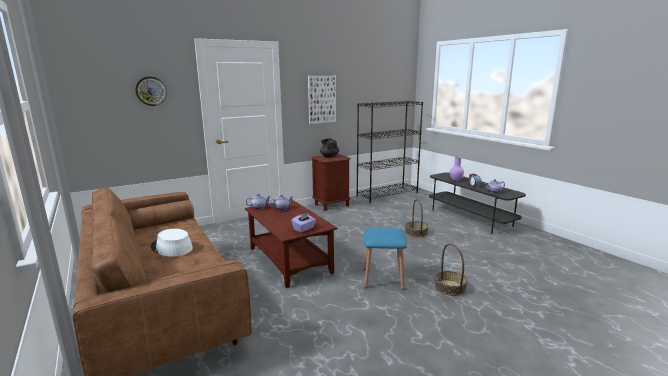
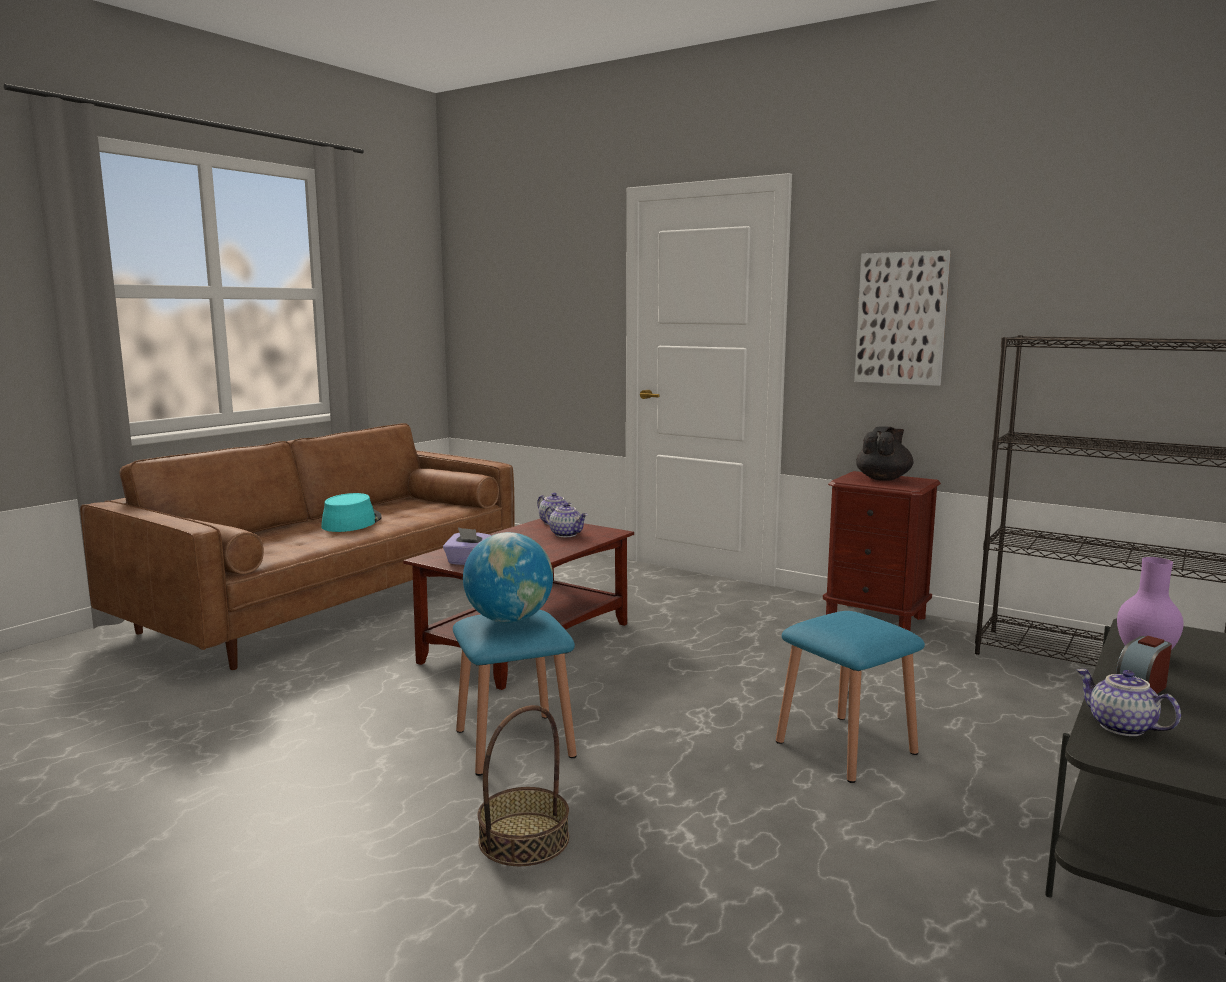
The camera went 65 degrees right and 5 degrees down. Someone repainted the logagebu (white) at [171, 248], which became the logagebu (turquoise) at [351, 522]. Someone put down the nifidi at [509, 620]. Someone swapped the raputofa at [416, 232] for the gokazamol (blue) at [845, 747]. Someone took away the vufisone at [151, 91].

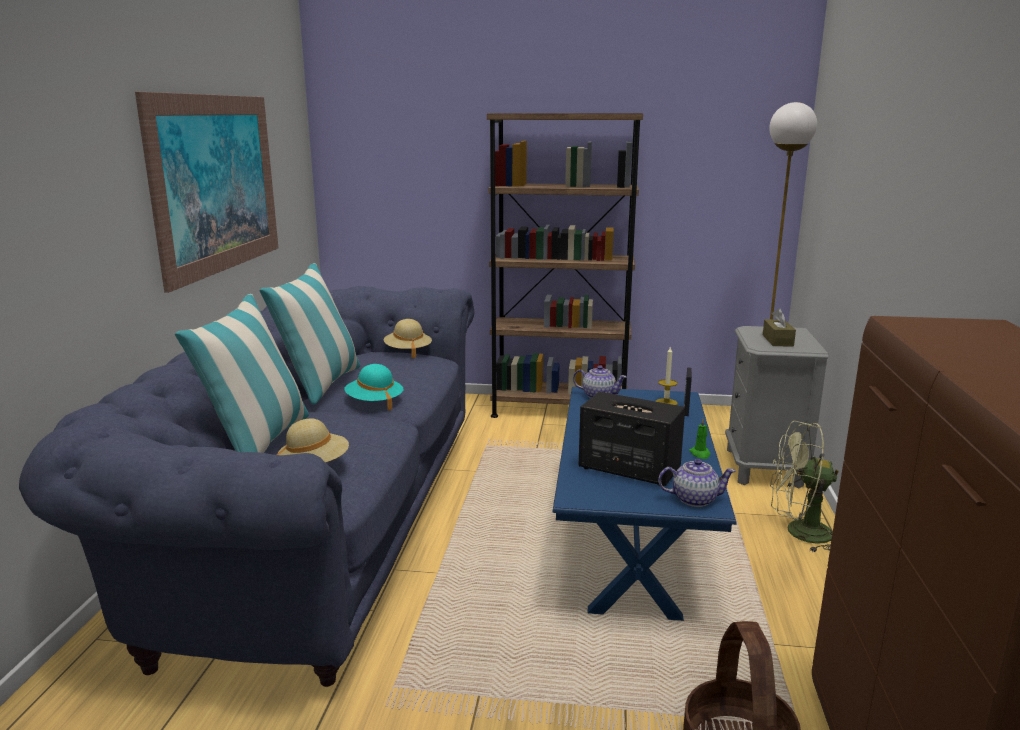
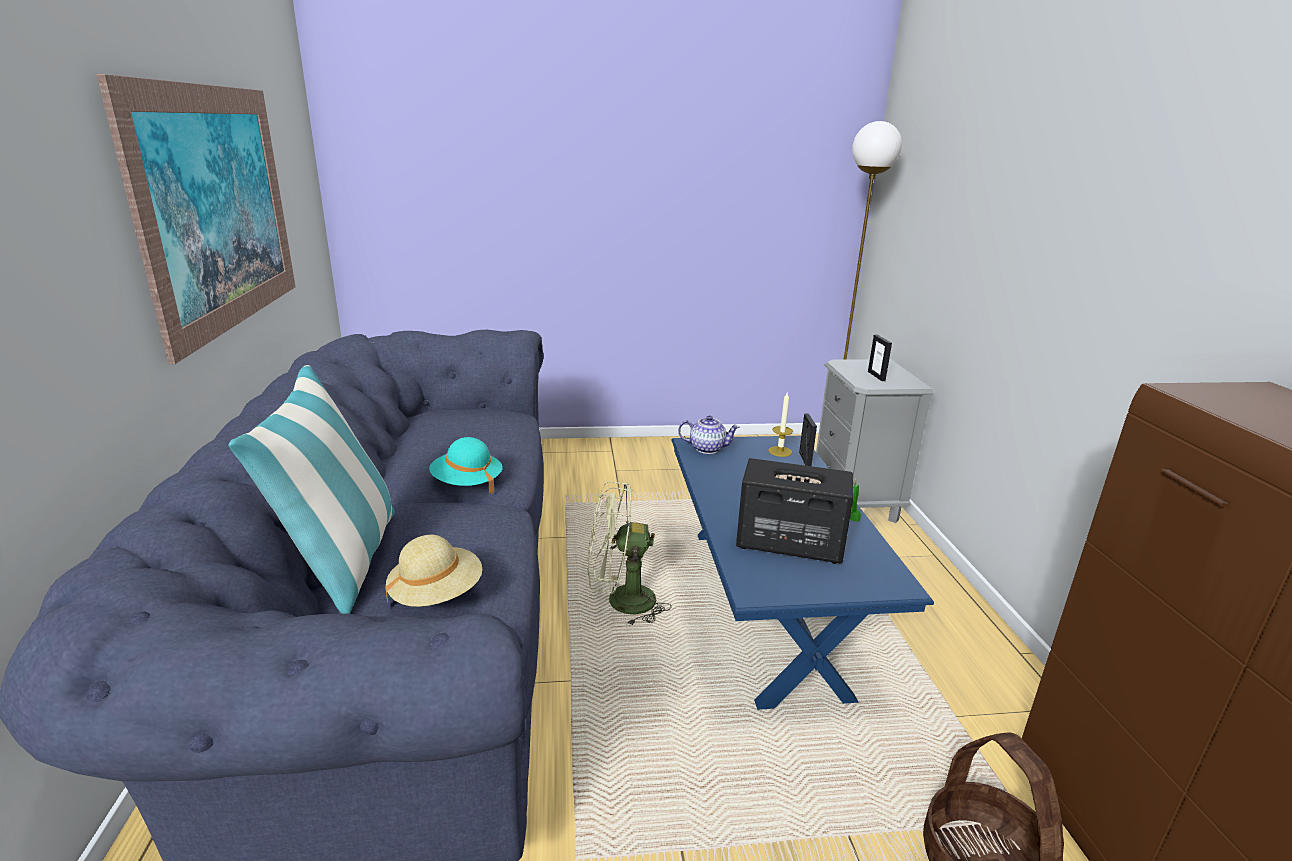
The camera went 15 degrees left and 5 degrees up. Someone carried the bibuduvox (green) from [799, 533] to [620, 602]. Someone swapped the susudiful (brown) at [777, 340] for the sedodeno at [876, 376]. Someone took away the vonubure at [321, 385]. Someone took away the logagebu (beige) at [408, 351]. Someone took away the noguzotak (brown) at [559, 409]. Someone took away the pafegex at [694, 499].

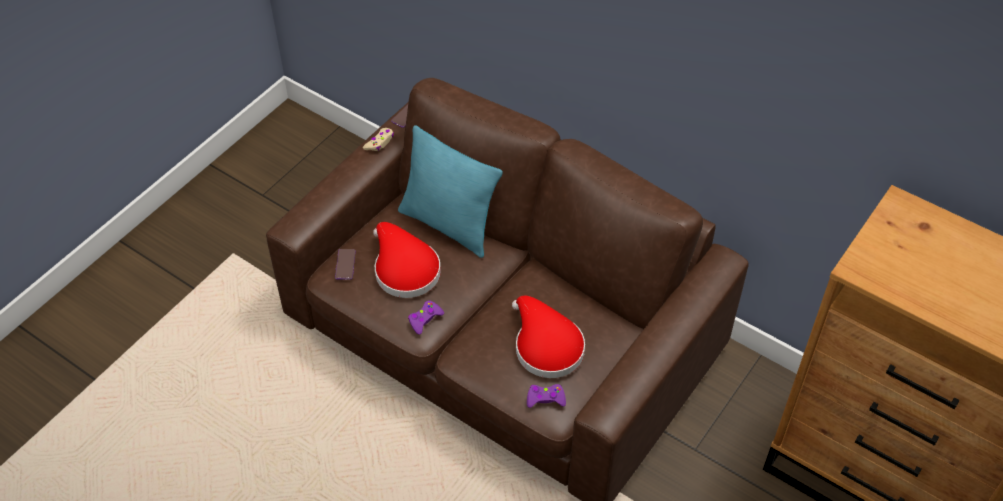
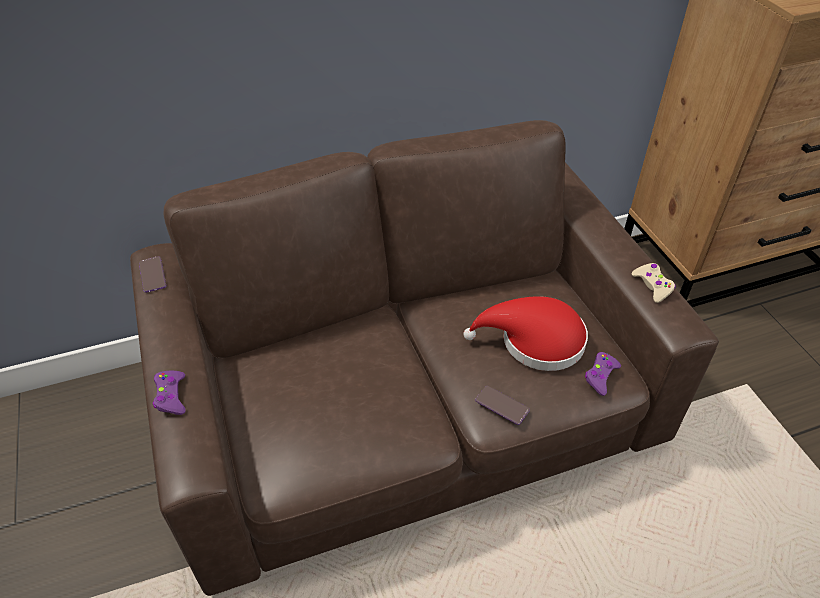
The camera went 55 degrees left and 5 degrees down. Someone carried the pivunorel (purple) from [425, 319] to [171, 396]. Someone carried the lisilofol from [345, 264] to [502, 405]. Someone carried the pivunorel (beige) from [380, 142] to [652, 286]. Someone took away the logagebu (red) at [404, 269]. Someone took away the vonubure (turquoise) at [448, 225].

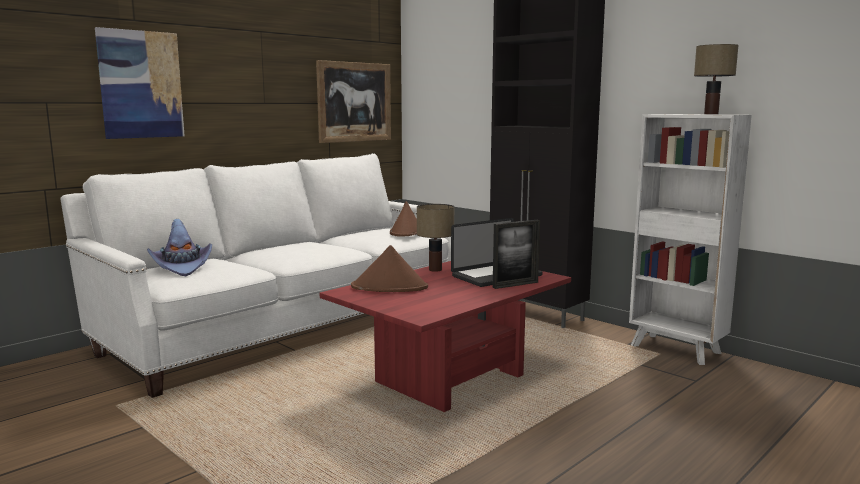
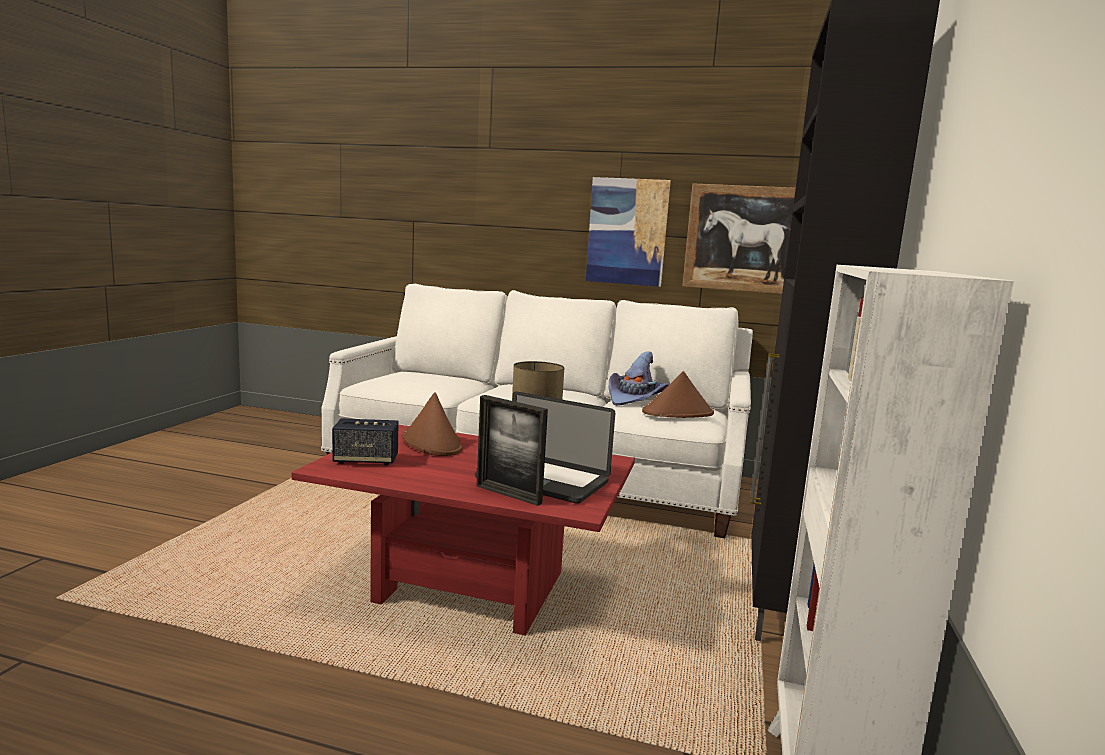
The camera went 60 degrees right and 0 degrees up. Someone put down the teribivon at [366, 460]. Someone carried the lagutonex from [141, 84] to [627, 232]. Someone carried the logagebu (purple) from [182, 267] to [635, 399]. Someone took away the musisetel at [711, 114].

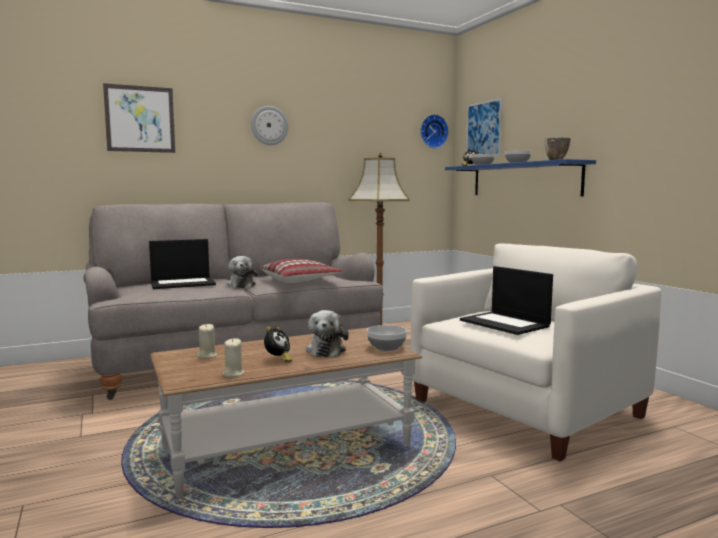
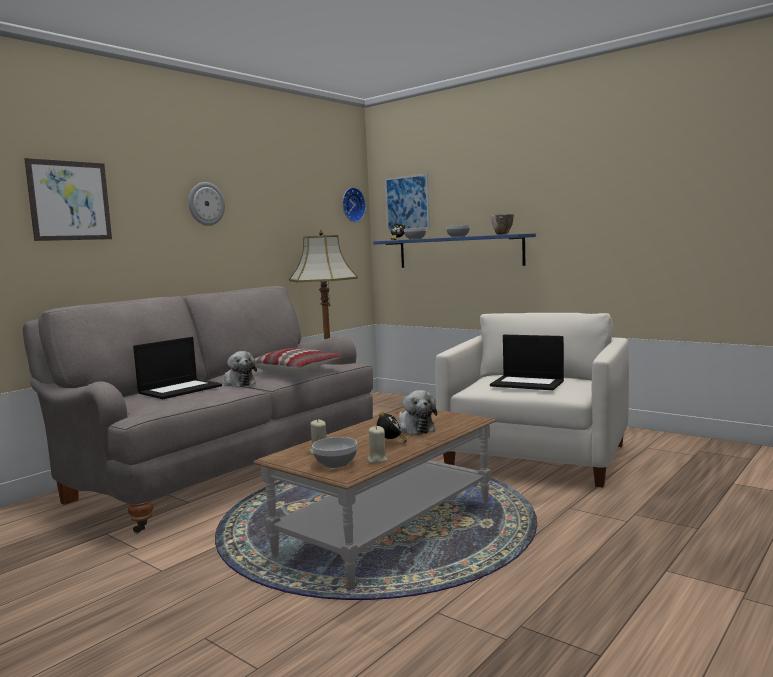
The camera went 25 degrees left and 0 degrees up. Someone carried the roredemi from [386, 348] to [335, 463].

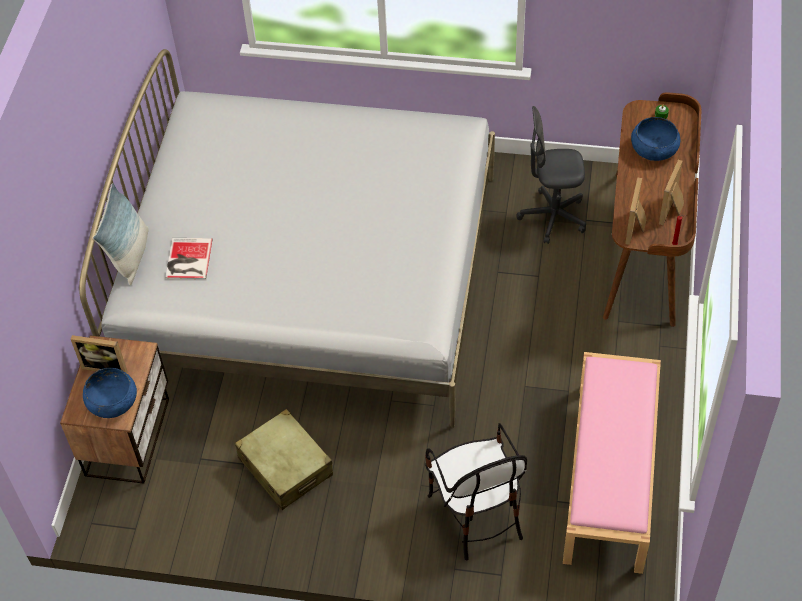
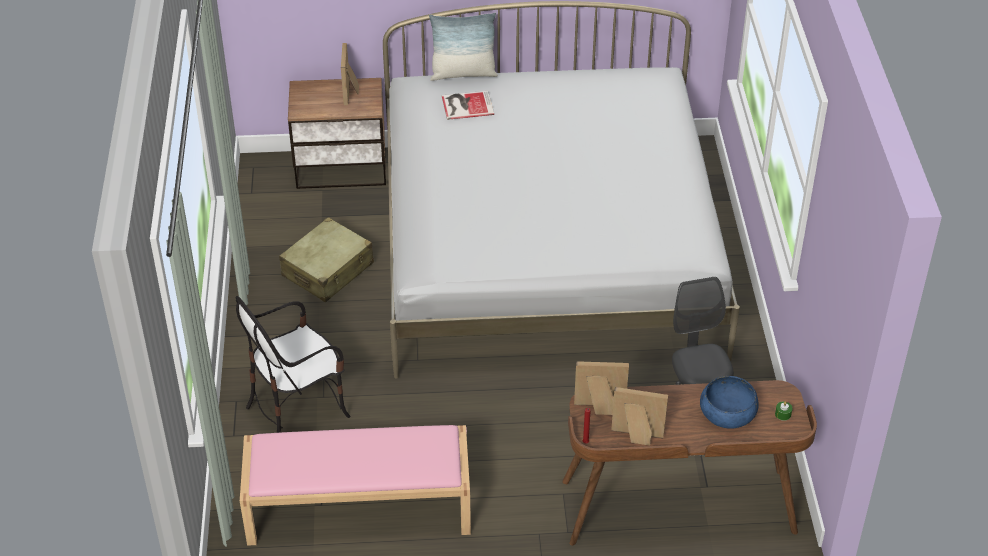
The camera went 75 degrees right and 10 degrees down. Someone took away the roredemi (blue) at [112, 400].

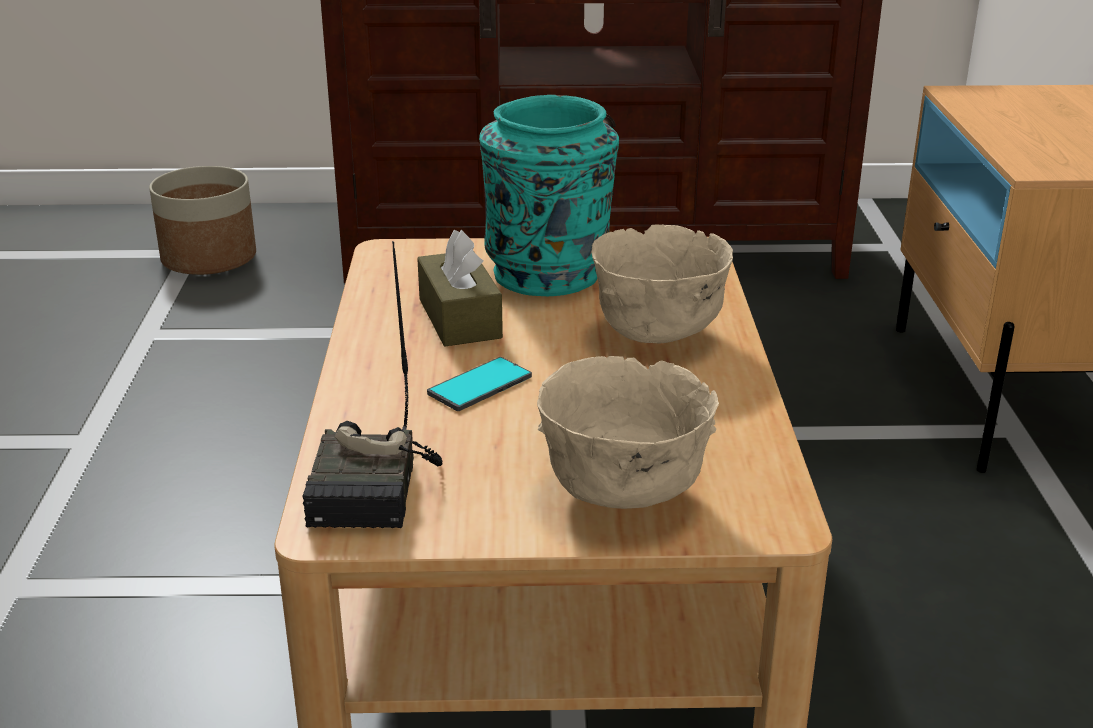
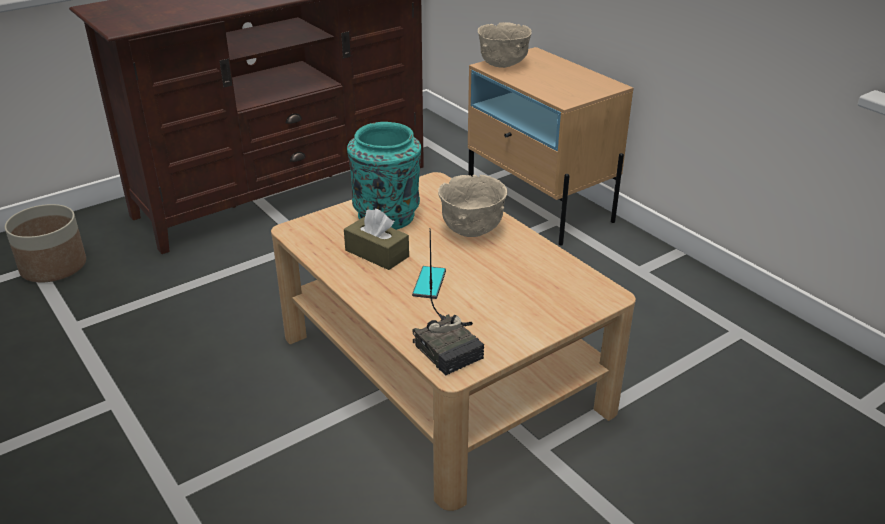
The camera went 35 degrees left and 5 degrees up. Someone carried the roredemi (beige) from [623, 494] to [503, 65].

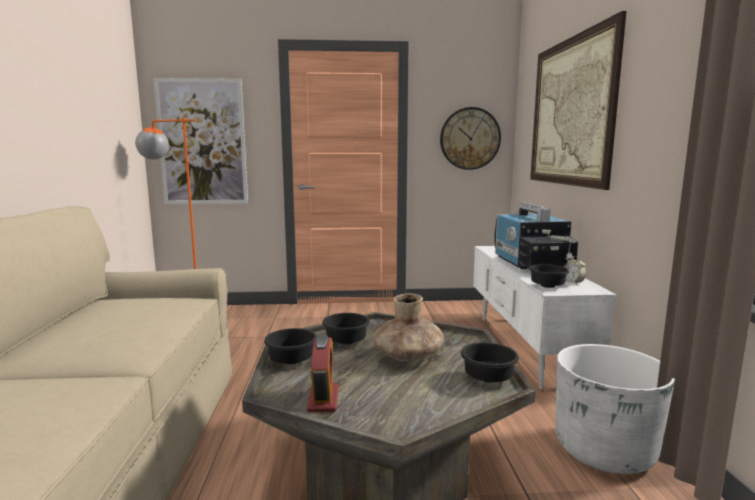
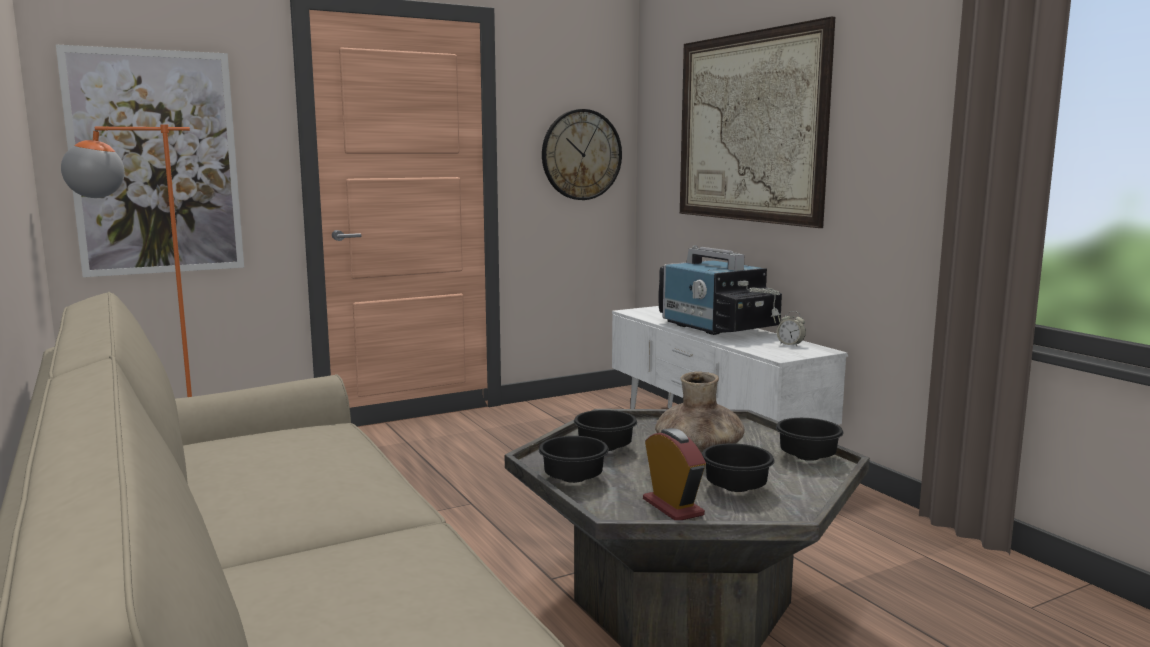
The camera went 25 degrees left and 0 degrees up. Someone carried the roredemi (black) from [547, 286] to [735, 487]. Someone took away the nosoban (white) at [604, 450].

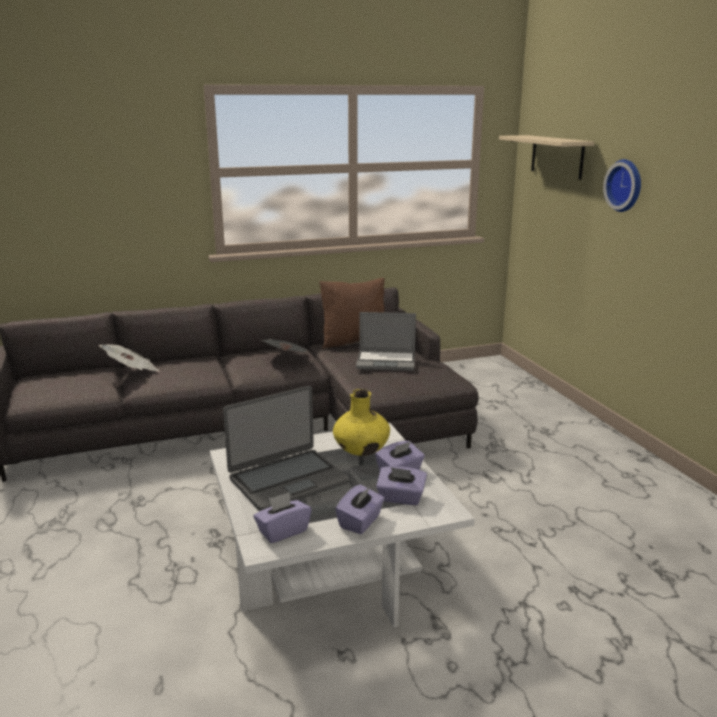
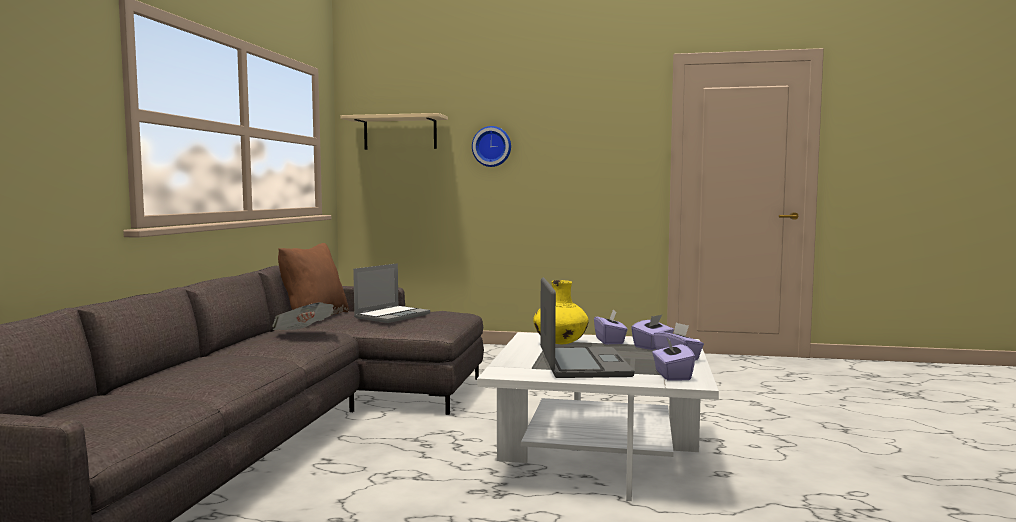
The camera went 60 degrees left and 15 degrees down. Someone took away the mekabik at [132, 371].

